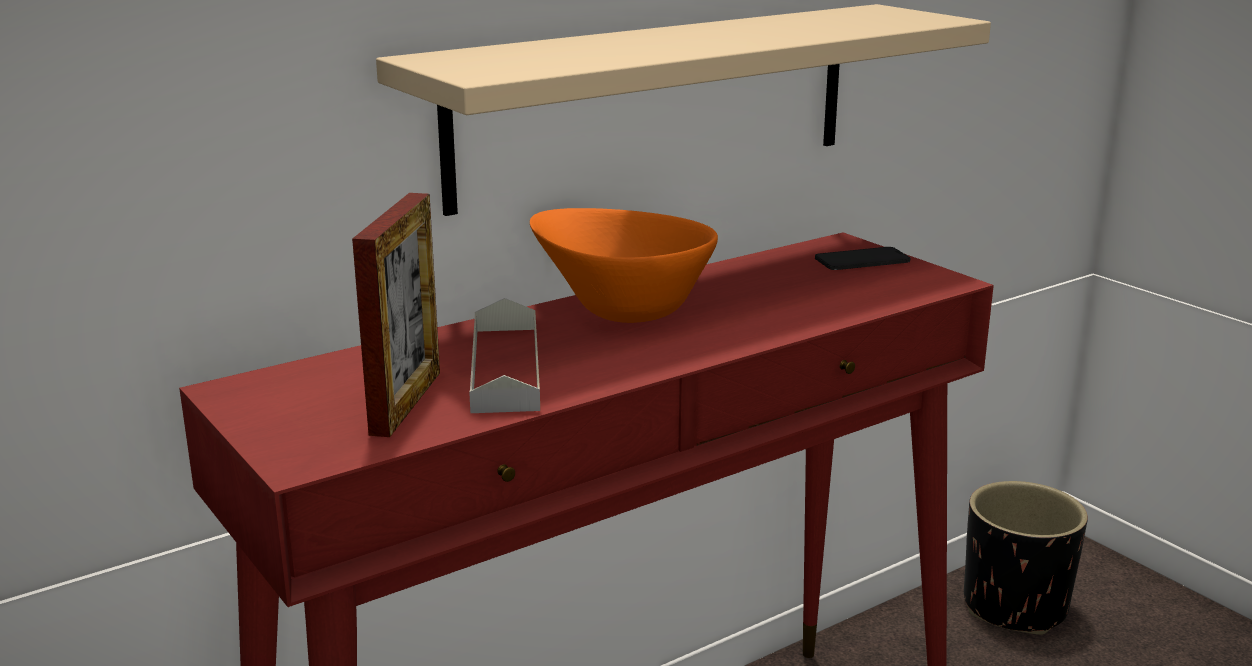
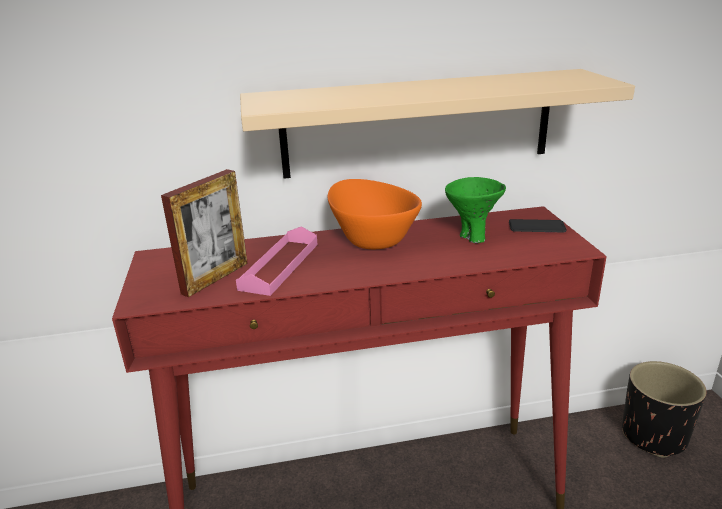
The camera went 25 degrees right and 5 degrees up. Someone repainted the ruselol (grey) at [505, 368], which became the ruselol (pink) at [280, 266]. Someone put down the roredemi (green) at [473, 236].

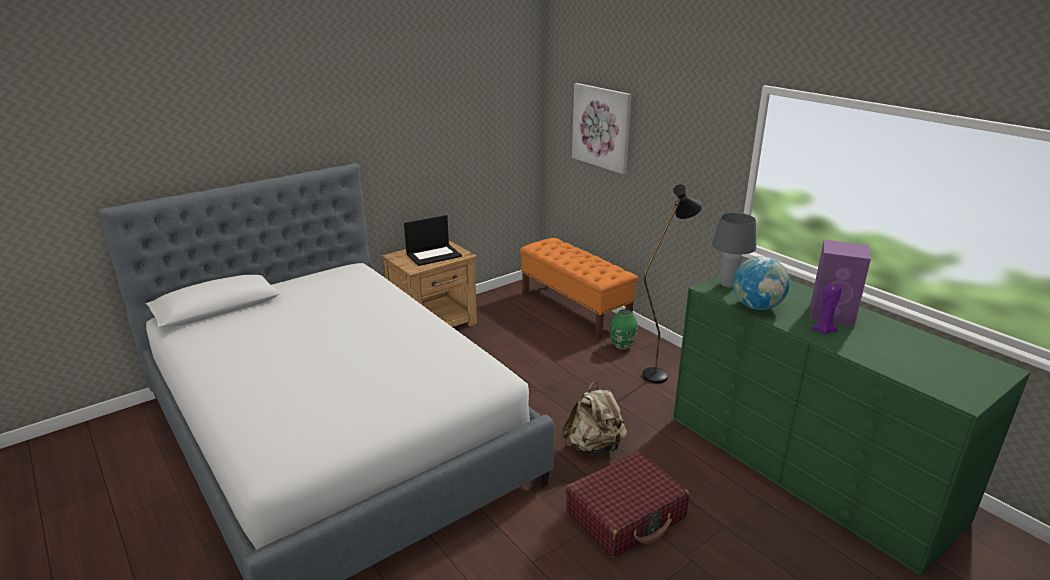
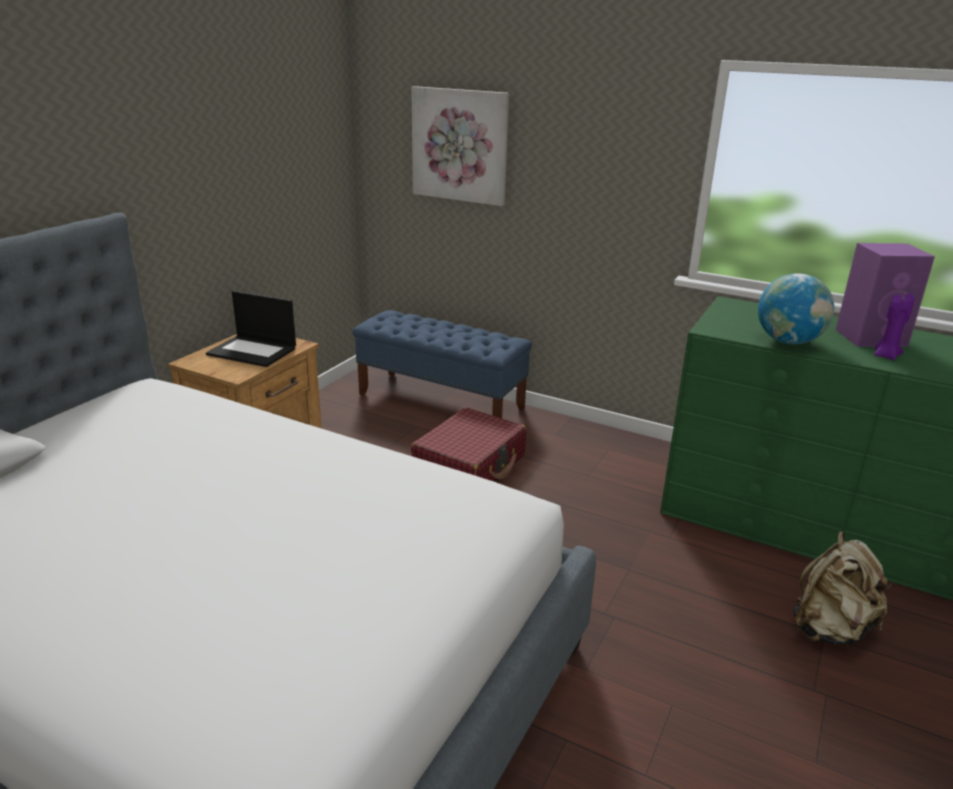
The camera went 25 degrees left and 0 degrees up. Someone rotated the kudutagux at [434, 255] by 75 degrees clockwise. Someone repainted the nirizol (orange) at [575, 309], which became the nirizol (blue) at [441, 401]. Someone carried the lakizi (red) from [626, 515] to [470, 465]. Someone carried the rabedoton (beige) from [594, 446] to [830, 629]. Someone took away the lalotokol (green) at [622, 346]. Someone took away the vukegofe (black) at [660, 372]. Someone took away the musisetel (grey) at [728, 284].

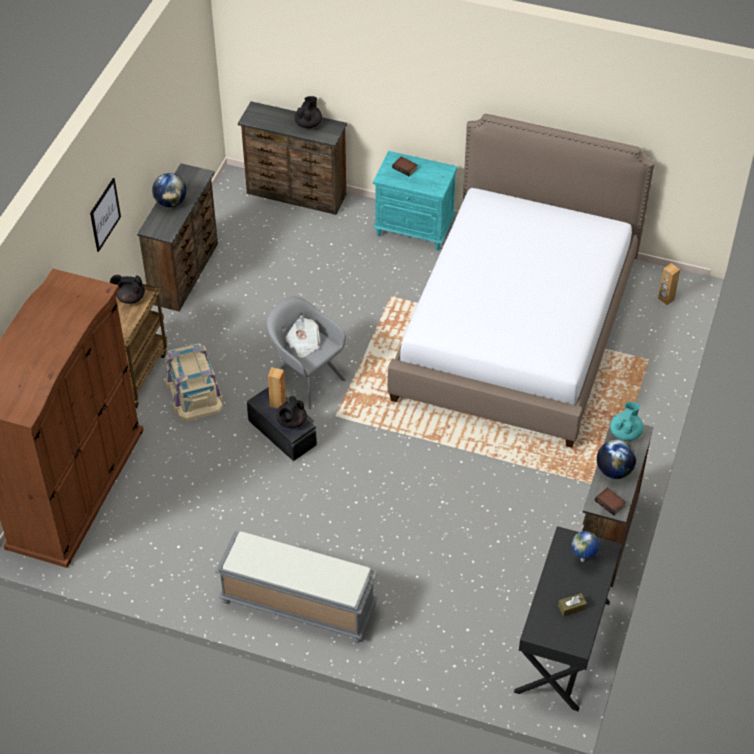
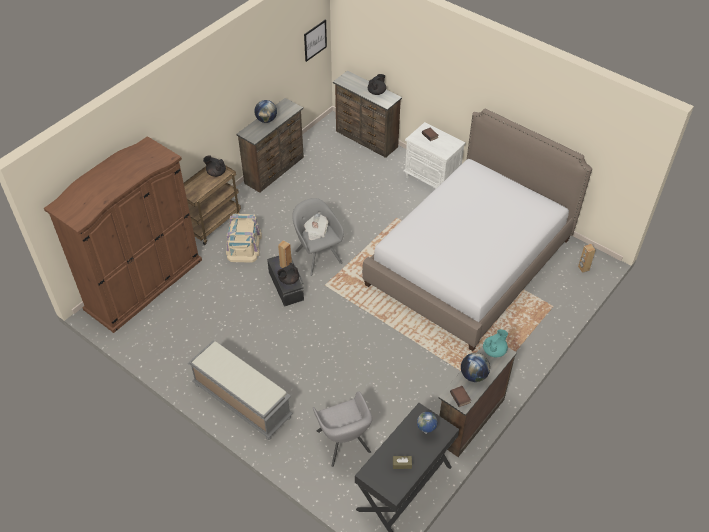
The camera went 20 degrees right and 0 degrees up. Someone carried the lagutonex from [105, 214] to [315, 40]. Someone put down the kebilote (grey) at [344, 443]. Someone repainted the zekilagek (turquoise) at [415, 229], which became the zekilagek (white) at [432, 179].

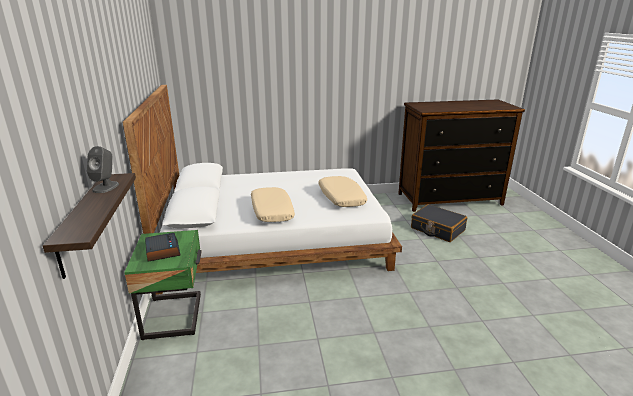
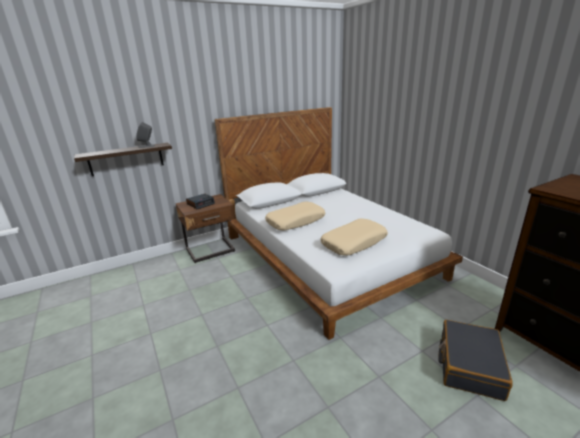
The camera went 70 degrees right and 0 degrees up. Someone repainted the zekilagek (green) at [175, 316], which became the zekilagek (brown) at [211, 251].

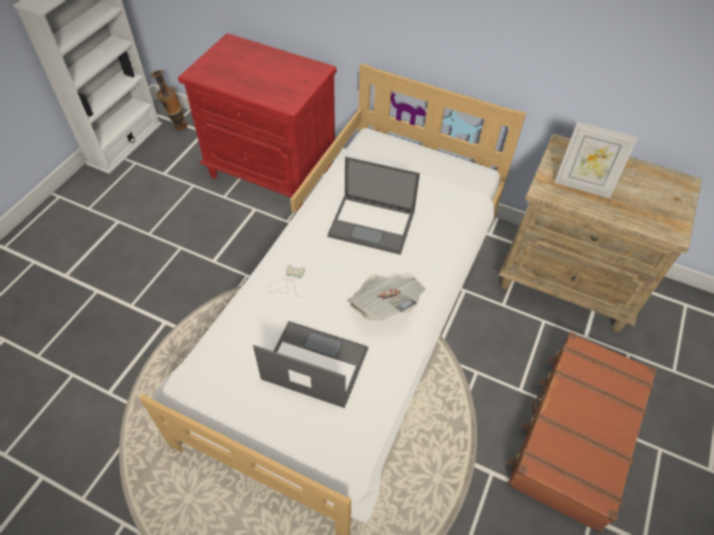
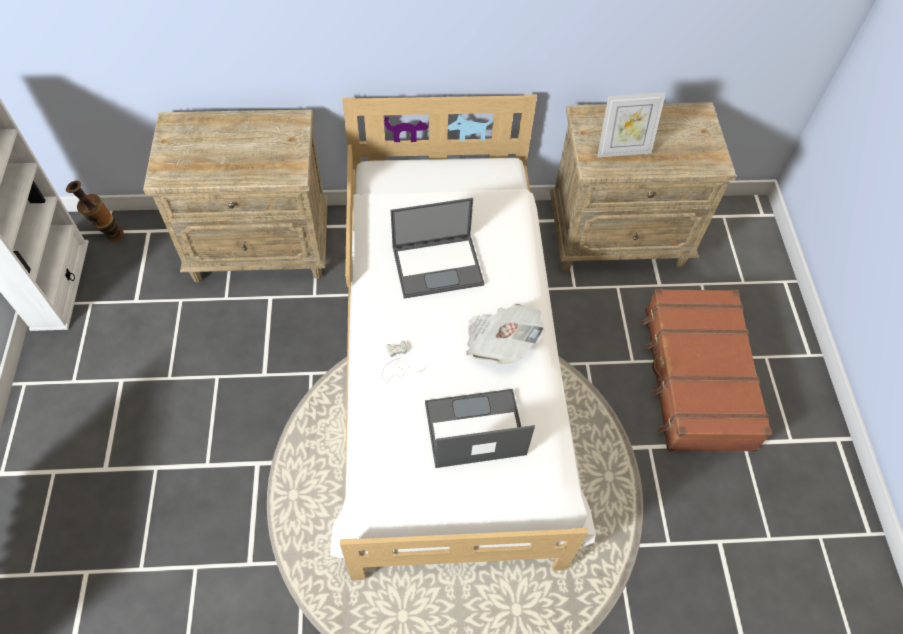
The camera went 30 degrees left and 5 degrees up. Someone repainted the zekilagek (red) at [272, 172], which became the zekilagek (beige) at [262, 247].

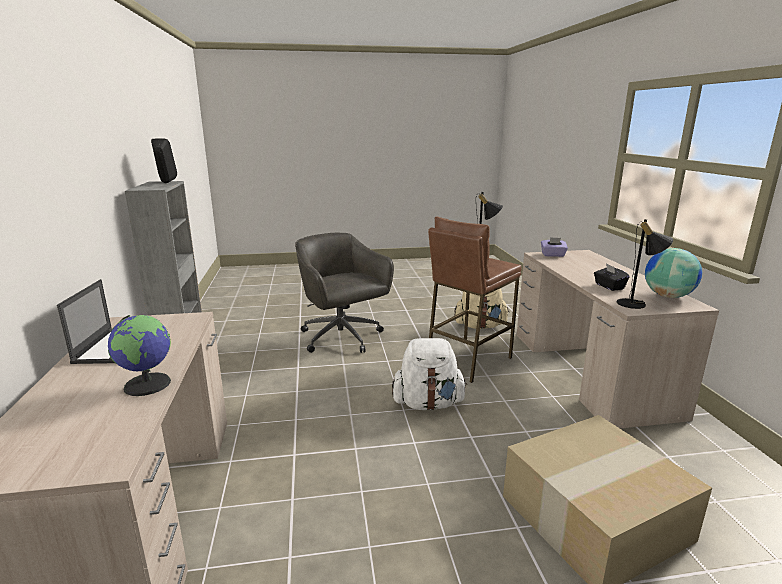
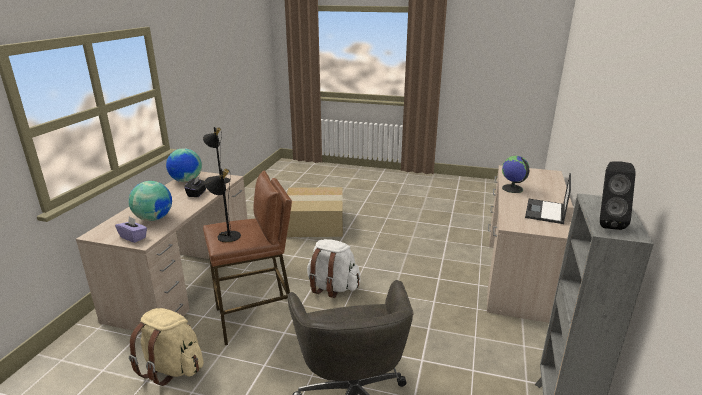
The camera went 155 degrees left and 5 degrees up. Someone put down the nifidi at [154, 218].

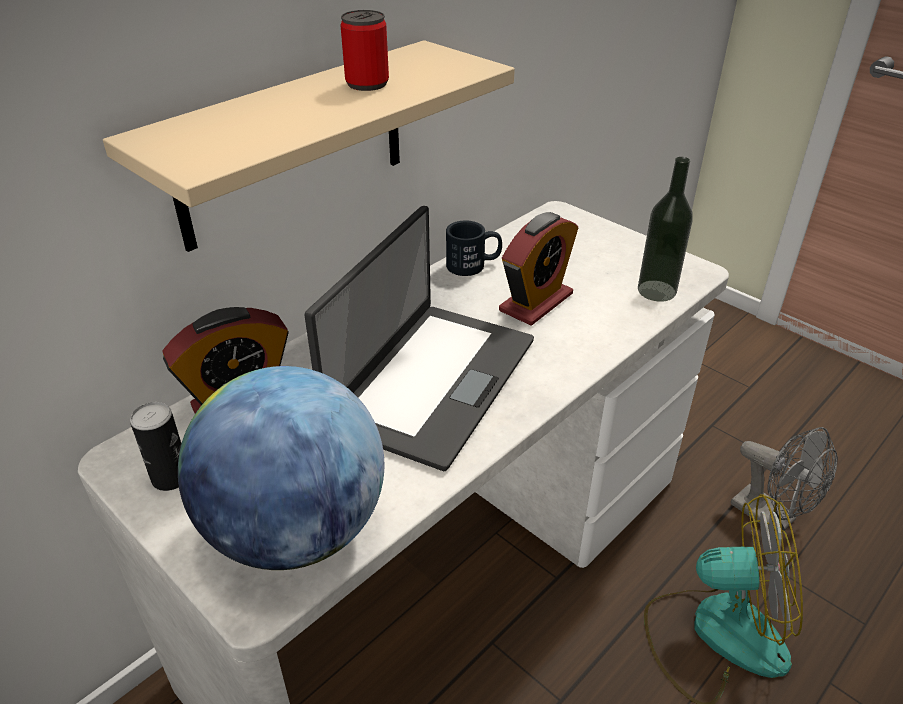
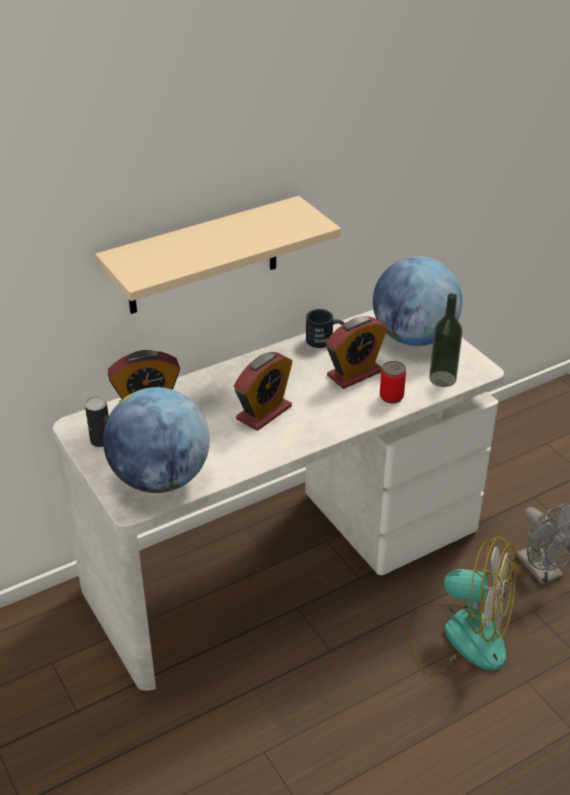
The camera went 15 degrees right and 0 degrees up. Someone swapped the kudutagux at [430, 381] for the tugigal at [264, 413]. Someone put down the nifidi at [414, 337]. Someone carried the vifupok from [367, 84] to [391, 396].

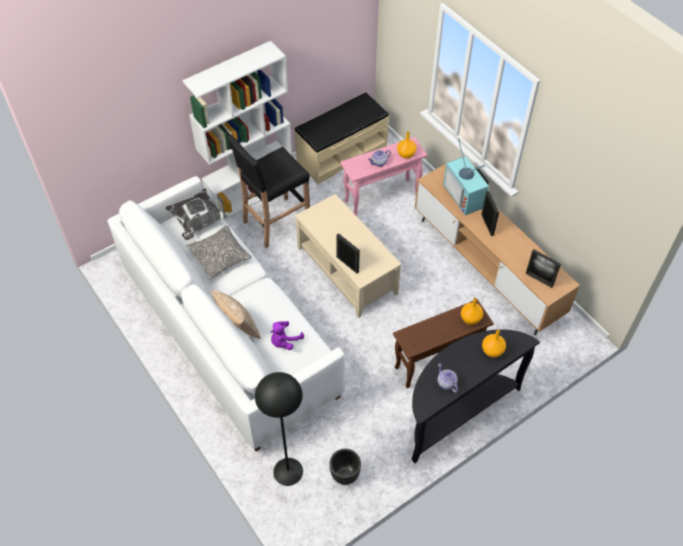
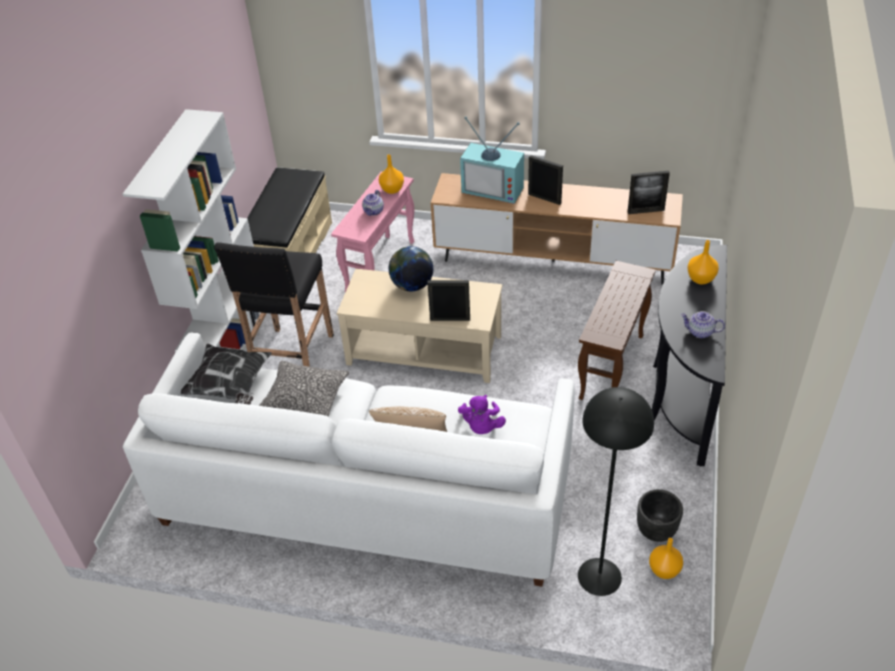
The camera went 40 degrees left and 10 degrees down. Someone put down the nifidi at [412, 286]. Someone carried the lalotokol (orange) from [470, 319] to [664, 571].

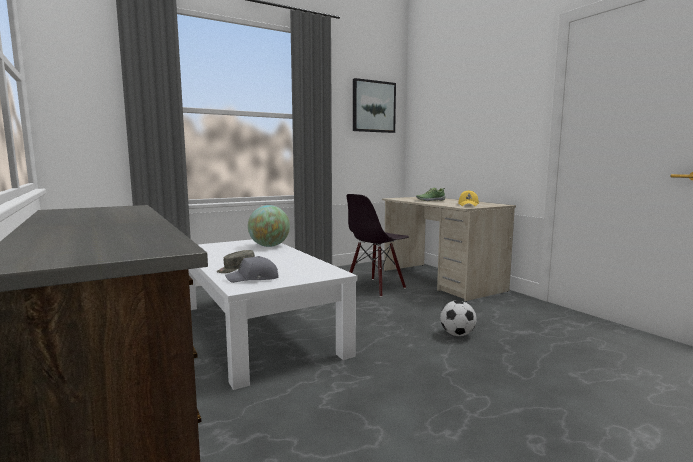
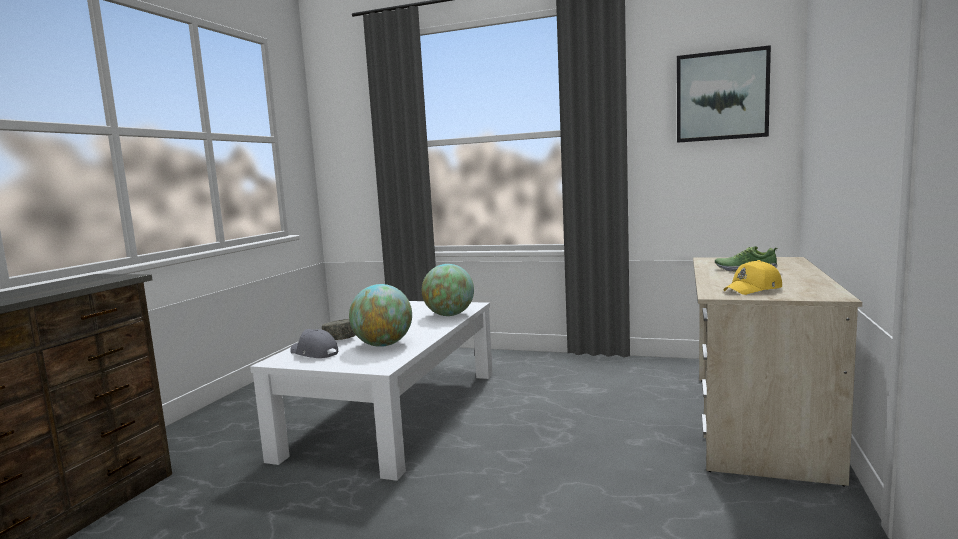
The camera went 50 degrees right and 0 degrees up. Someone put down the nifidi at [383, 345]. Someone took away the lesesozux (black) at [375, 287]. Someone took away the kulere at [457, 334].

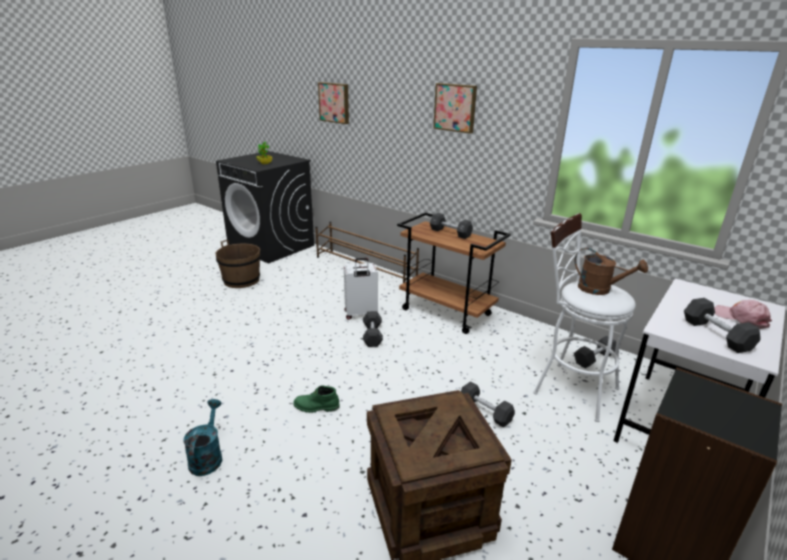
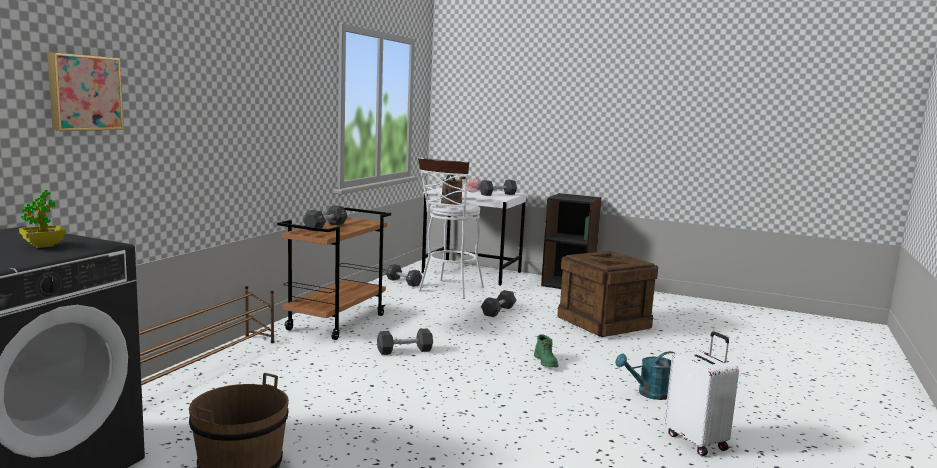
The camera went 105 degrees left and 15 degrees down. Someone carried the lakizi (white) from [360, 314] to [697, 441]. Someone took away the lagutonex at [455, 107].

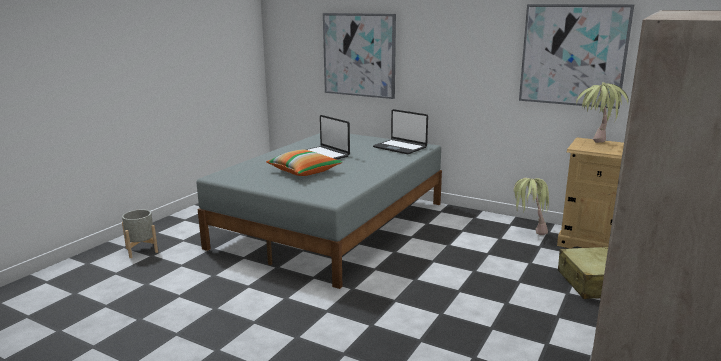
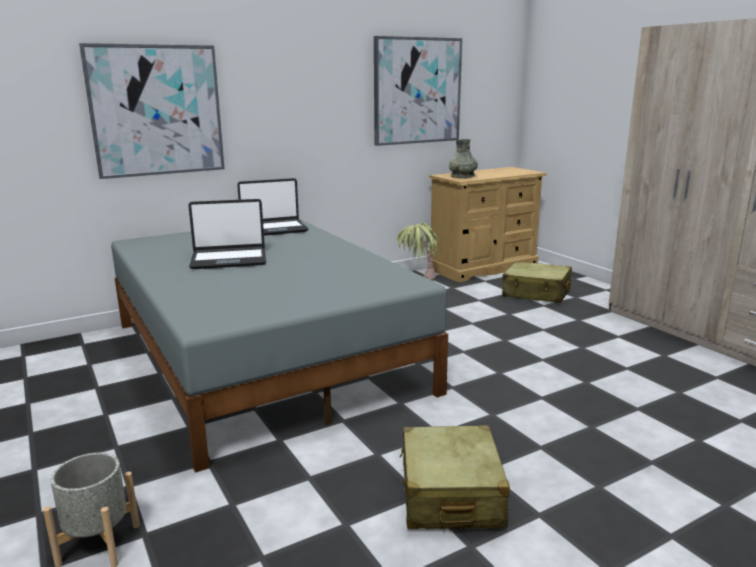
The camera went 60 degrees left and 0 degrees up. Someone put down the lakizi (beige) at [450, 494]. Someone swapped the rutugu at [595, 145] for the lalotokol (grey) at [462, 176]. Someone took away the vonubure at [304, 171].

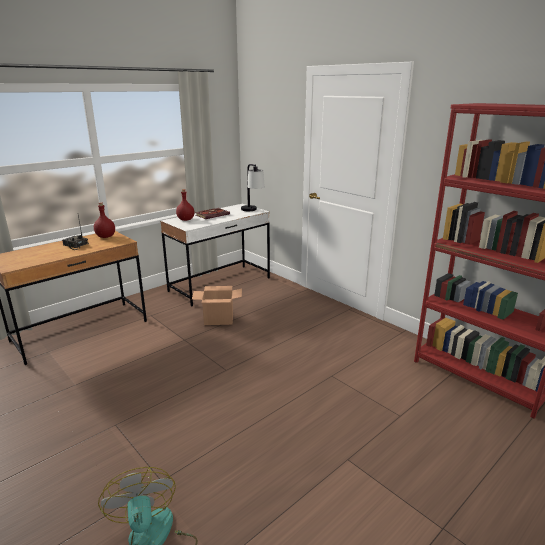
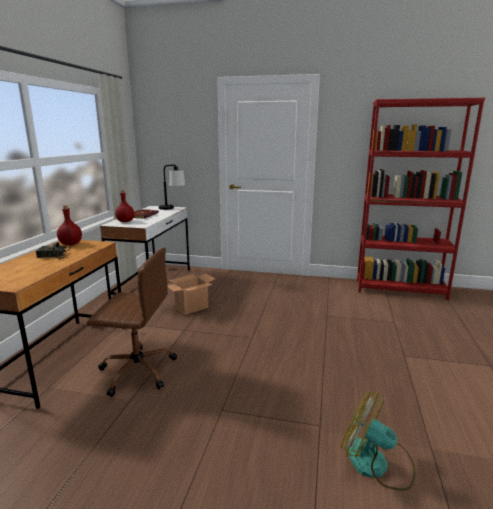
The camera went 35 degrees left and 5 degrees down. Someone put down the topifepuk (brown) at [136, 370].

